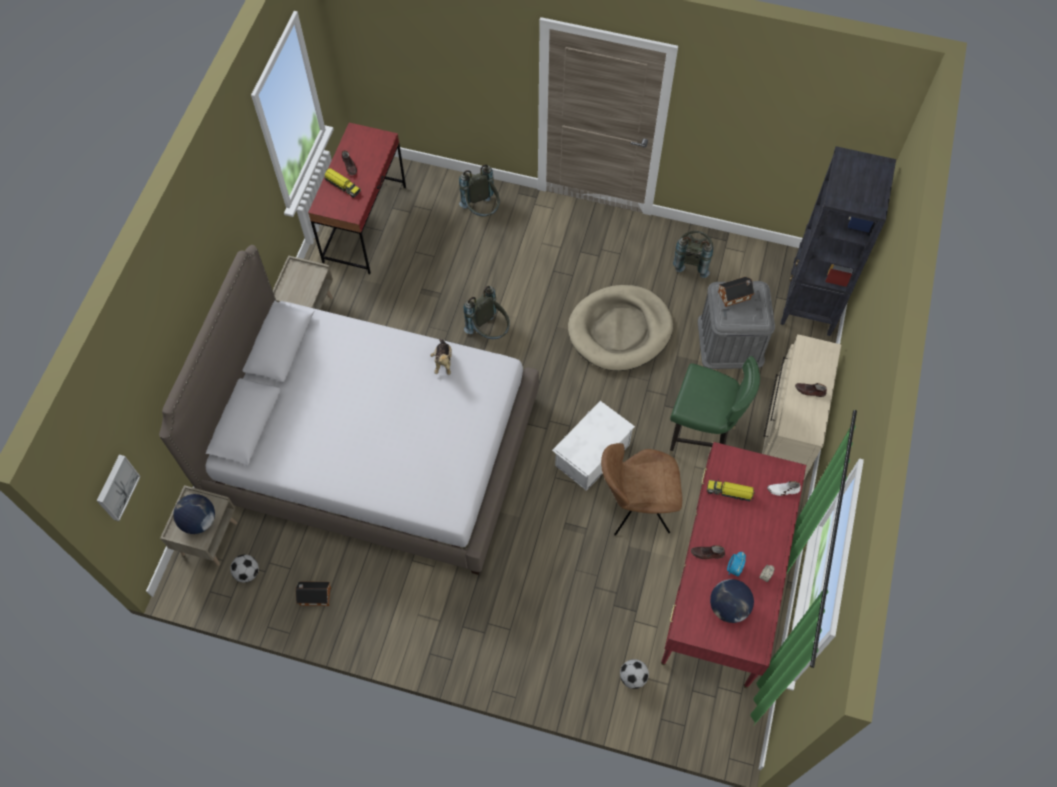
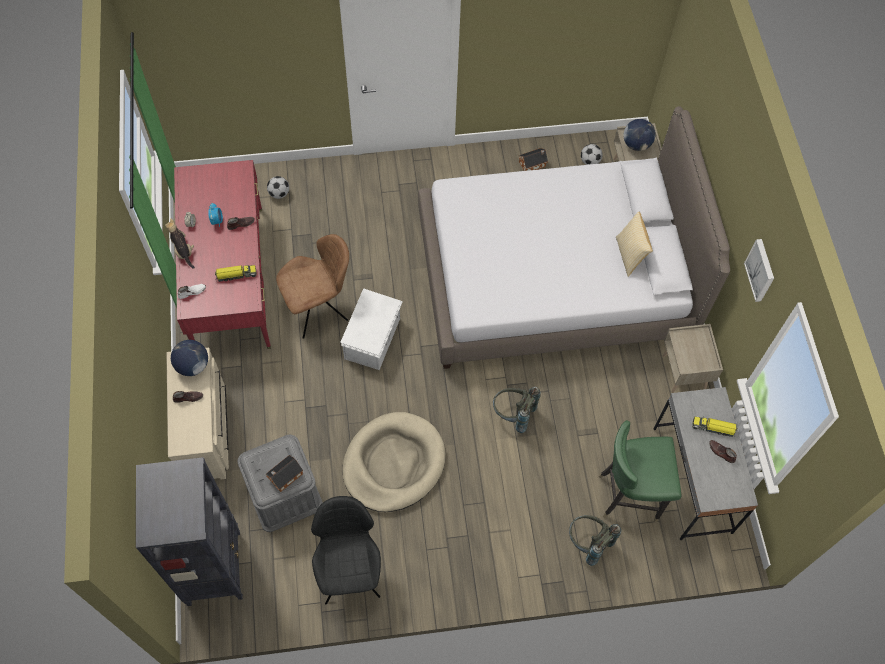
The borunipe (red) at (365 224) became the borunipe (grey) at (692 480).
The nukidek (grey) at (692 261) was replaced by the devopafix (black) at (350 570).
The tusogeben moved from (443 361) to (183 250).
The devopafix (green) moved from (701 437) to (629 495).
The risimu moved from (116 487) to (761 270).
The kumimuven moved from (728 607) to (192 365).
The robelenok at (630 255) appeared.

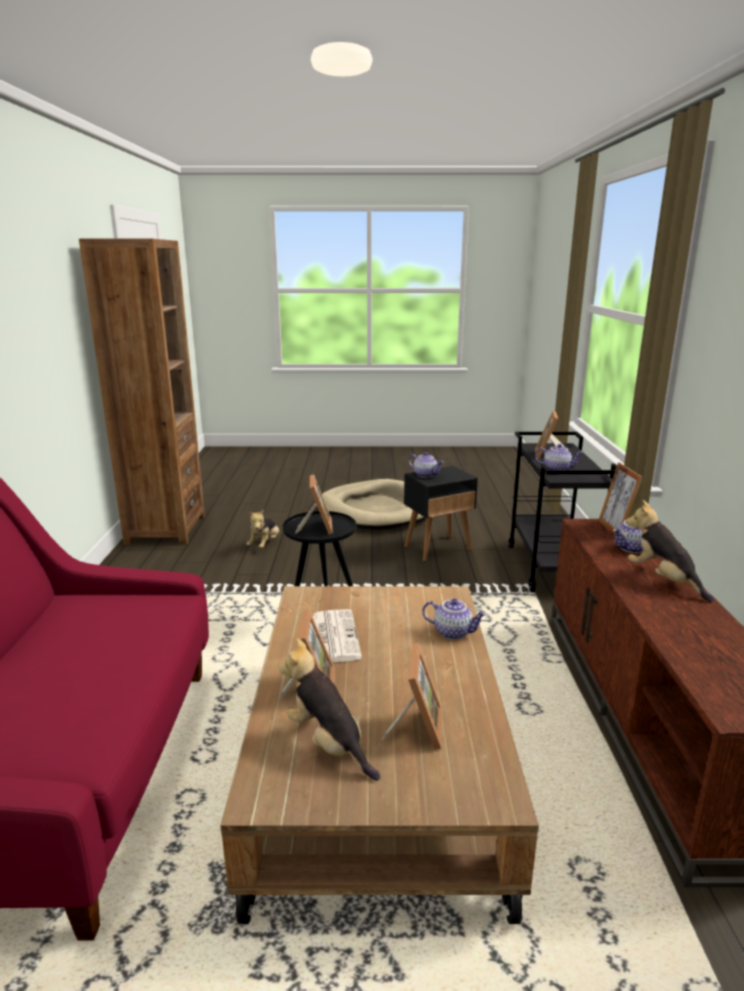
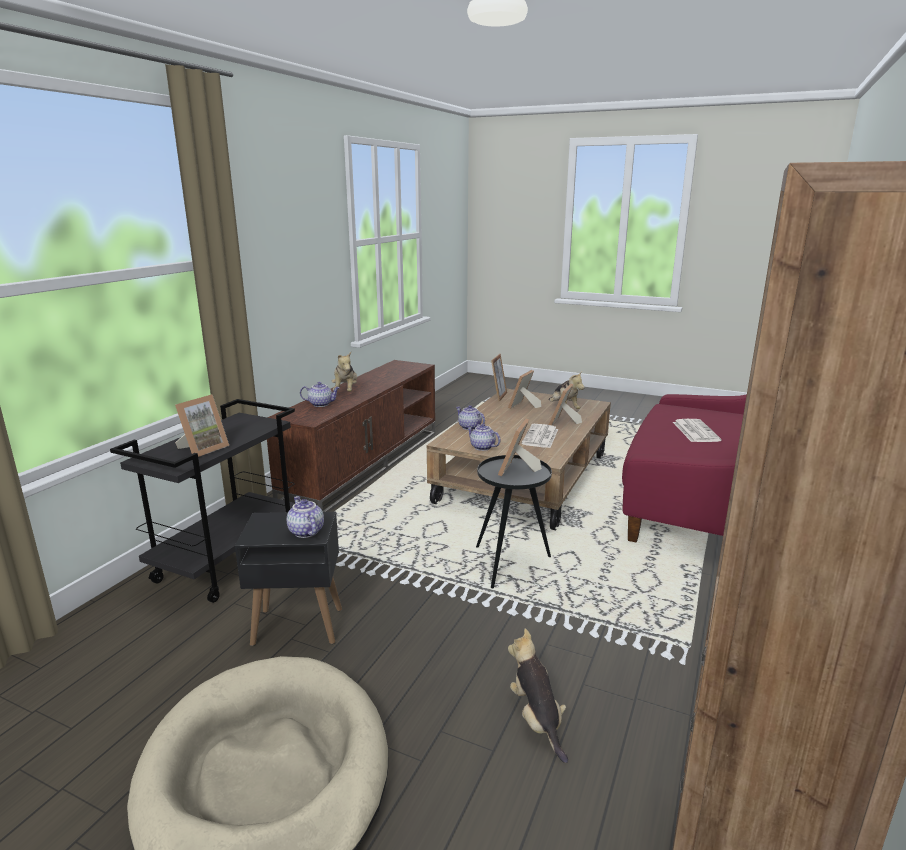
The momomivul moved from (557 469) to (482 447).
The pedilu moved from (615 529) to (498 396).
The tusogeben at (265 544) turned 60 degrees counterclockwise.
The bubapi at (695 431) appeared.

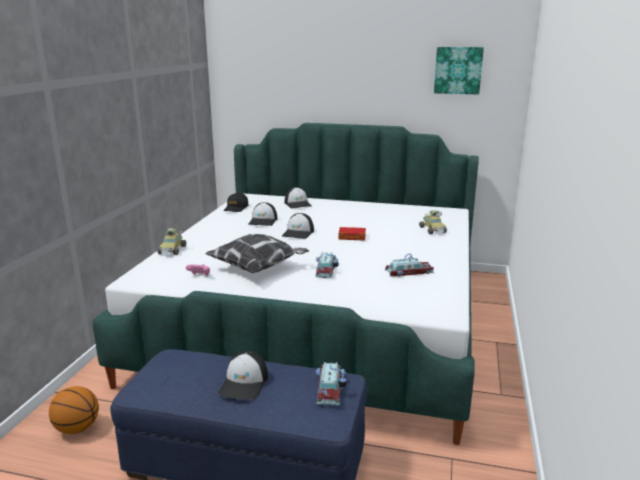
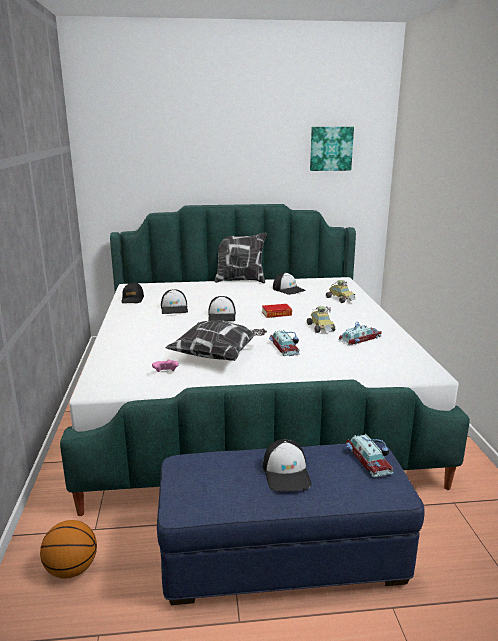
The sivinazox moved from (298 204) to (288 289).
The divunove moved from (172 250) to (321 328).
The robelenok at (239 280) appeared.

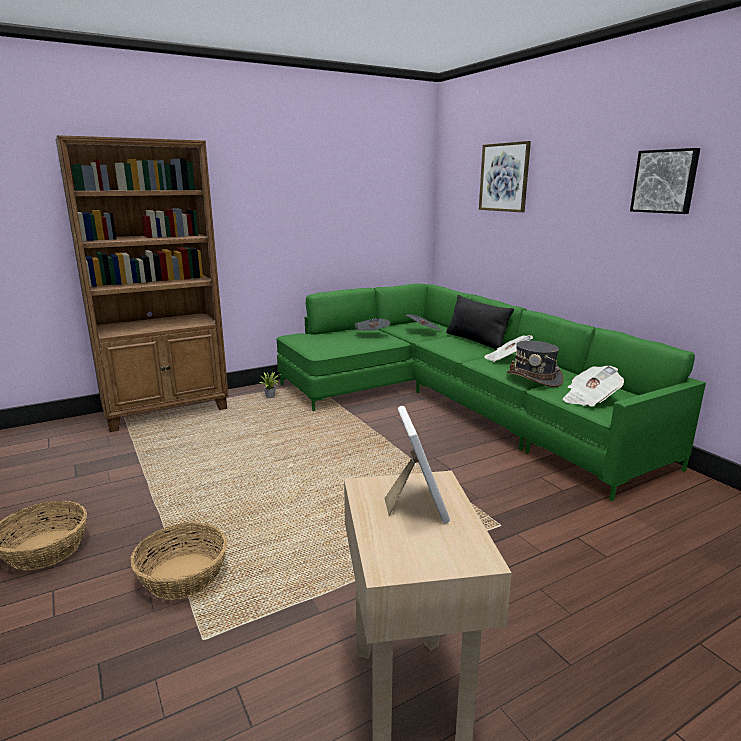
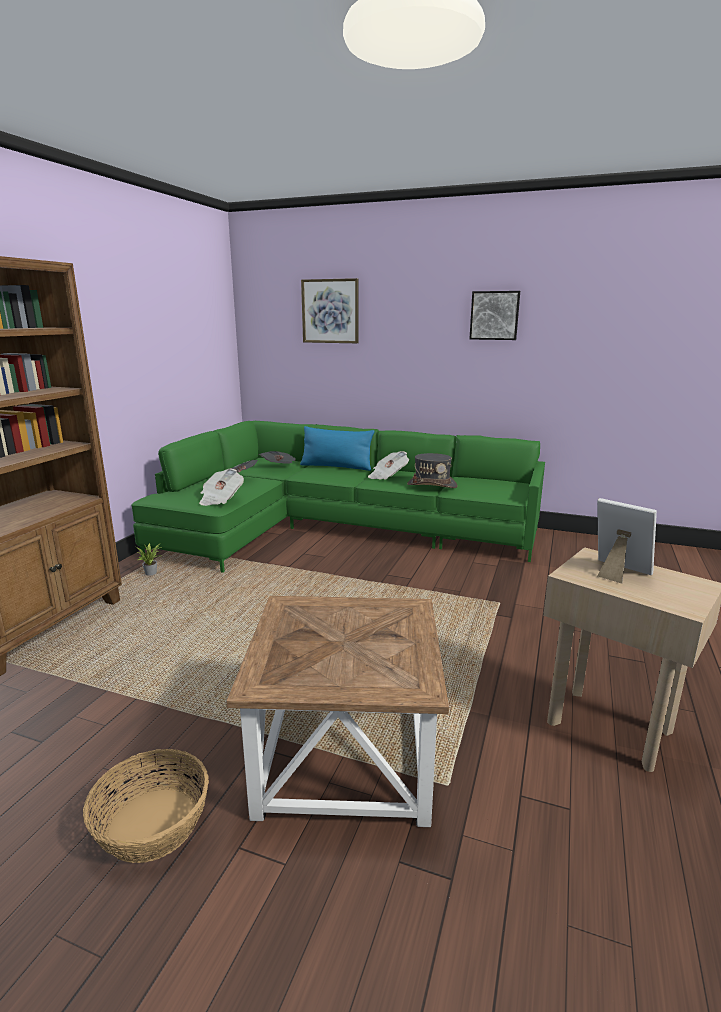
The robelenok (black) at (475 341) became the robelenok (blue) at (336 466).
The bubapi moved from (589 399) to (220 499).
The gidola at (184 576) was replaced by the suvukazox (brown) at (348 755).

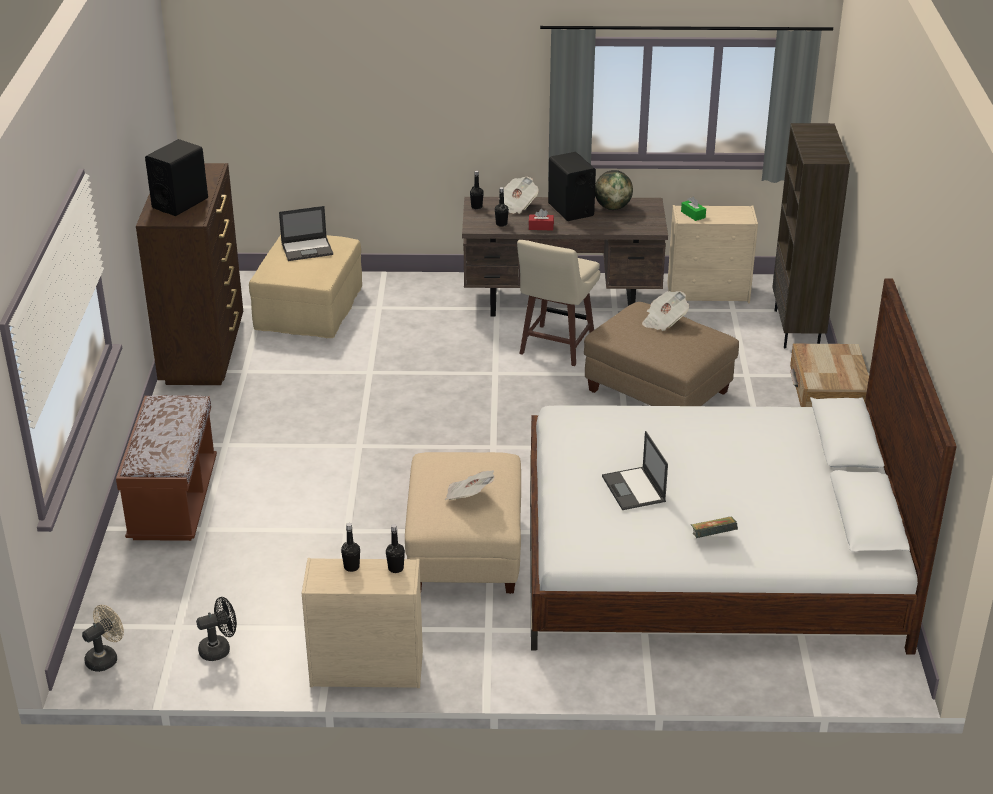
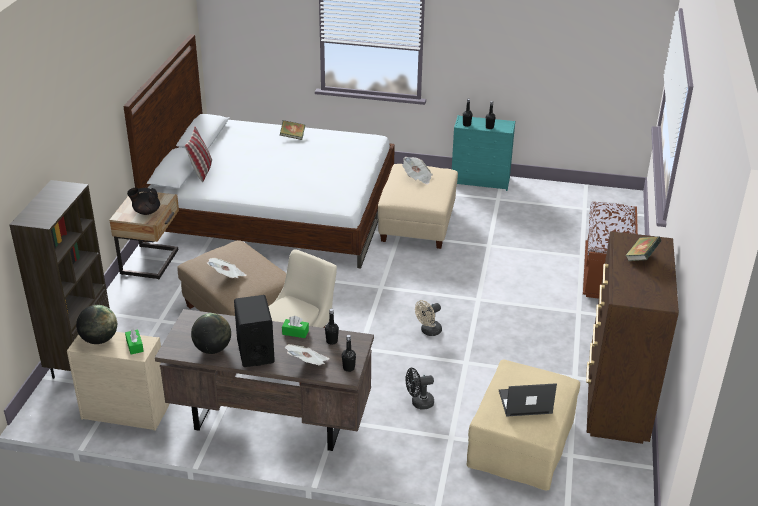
The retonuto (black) at (180 203) was replaced by the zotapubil at (641 257).
The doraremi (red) at (541 227) became the doraremi (green) at (295 332).
The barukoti at (634 489) disappeared.
The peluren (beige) at (365 669) became the peluren (turquoise) at (481 181).
The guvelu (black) moved from (219 649) to (419 403).
The guvelu (beige) moved from (106 658) to (428 331).
The robelenok at (201 171) appeared.
The momomivul (black) at (146 212) appeared.
The kumimuven at (99 340) appeared.

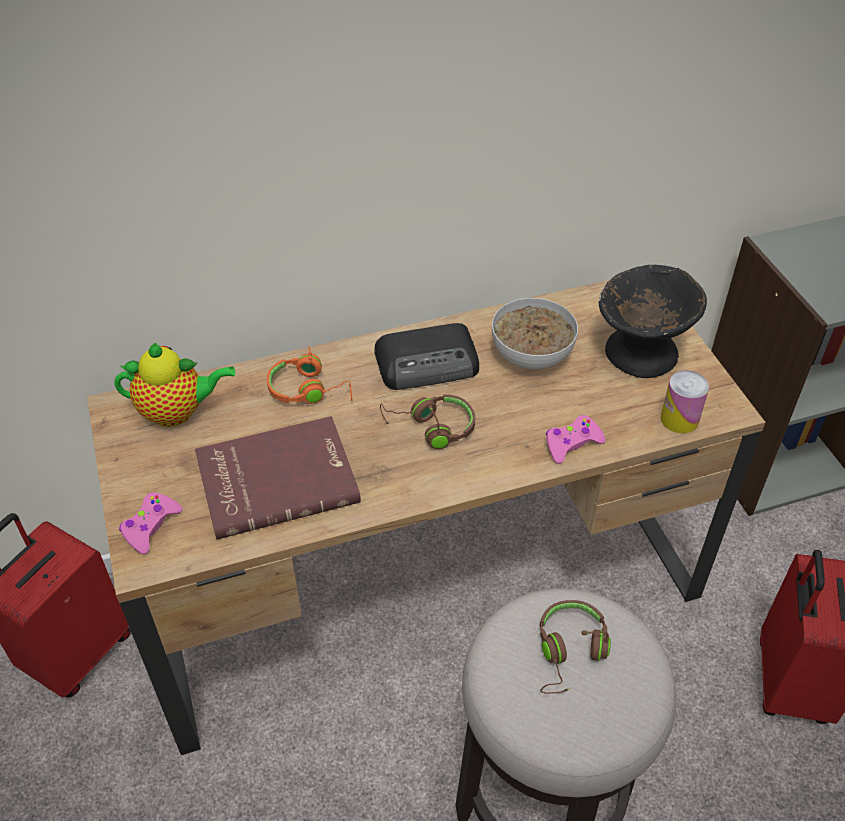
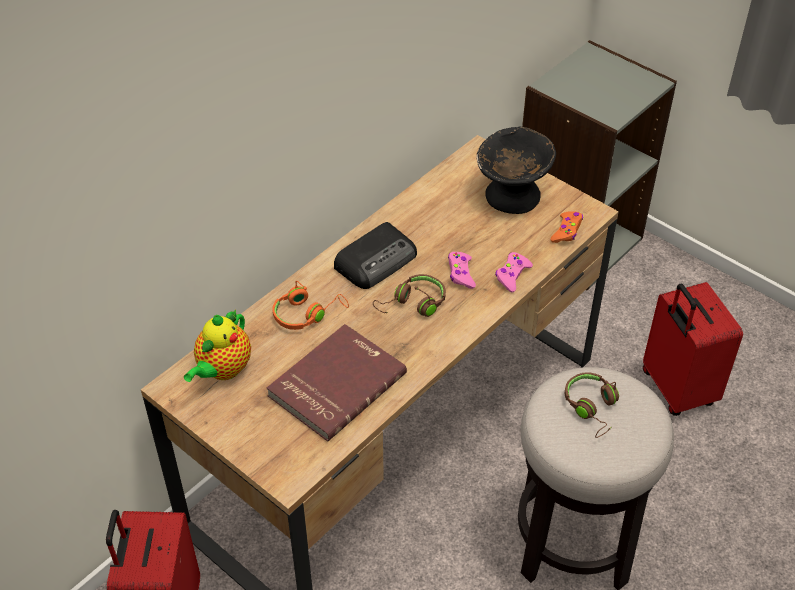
The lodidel at (530 354) disappeared.
The momomivul at (177 412) turned 150 degrees clockwise.
The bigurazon at (679 419) was replaced by the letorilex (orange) at (566 231).
The letorilex (pink) moved from (150 526) to (461 274).

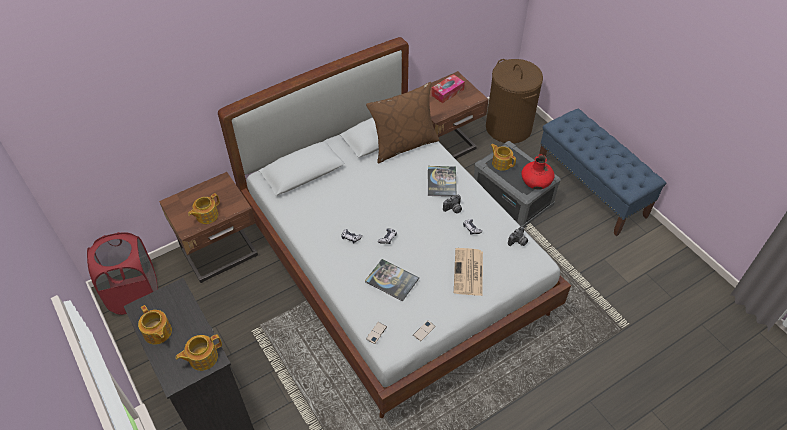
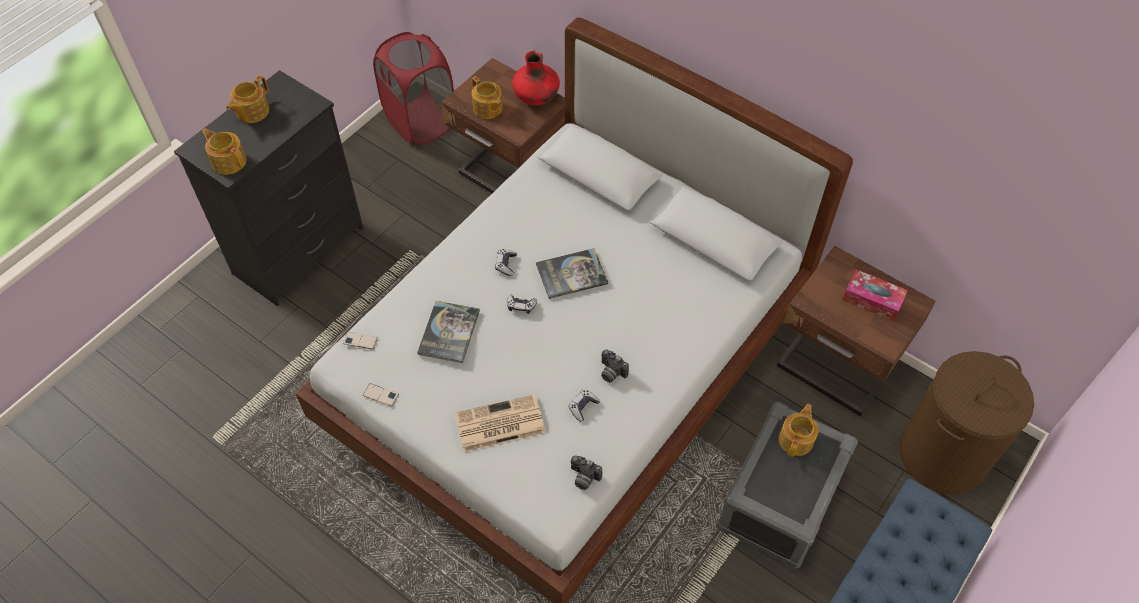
The robelenok (brown) at (403 144) disappeared.
The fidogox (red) moved from (536 183) to (536 98).
The zotapubil moved from (441 181) to (571 274).
The momomivul at (206 215) turned 150 degrees counterclockwise.

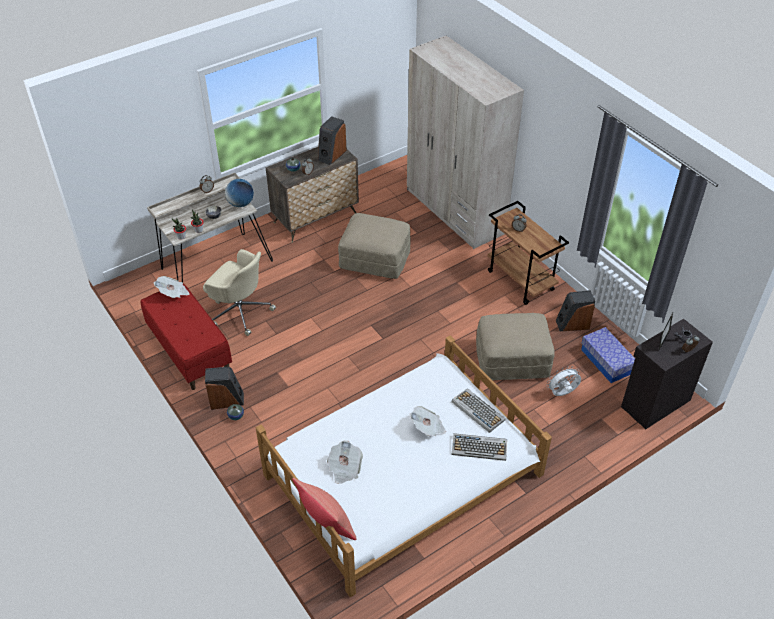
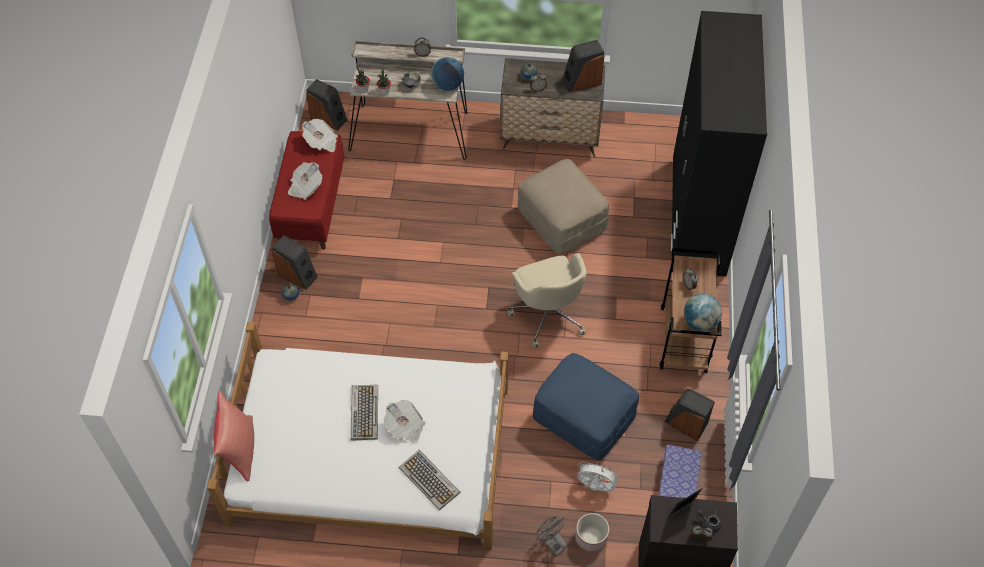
The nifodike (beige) at (455 211) became the nifodike (black) at (698 217).
The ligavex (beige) moved from (240 311) to (548 313).
The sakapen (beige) at (512 360) became the sakapen (blue) at (583 417).
The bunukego moved from (477 410) to (364 412).
The bubapi moved from (344 468) to (305 187).
The retonuto at (329 118) appeared.
The kumimuven at (700 322) appeared.
The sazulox at (591 538) appeared.
The guvelu (grey) at (551 542) appeared.

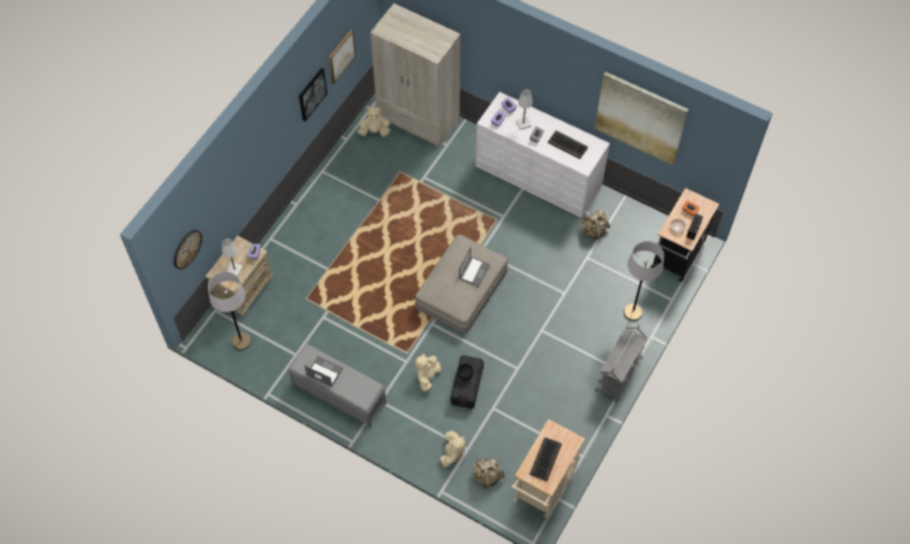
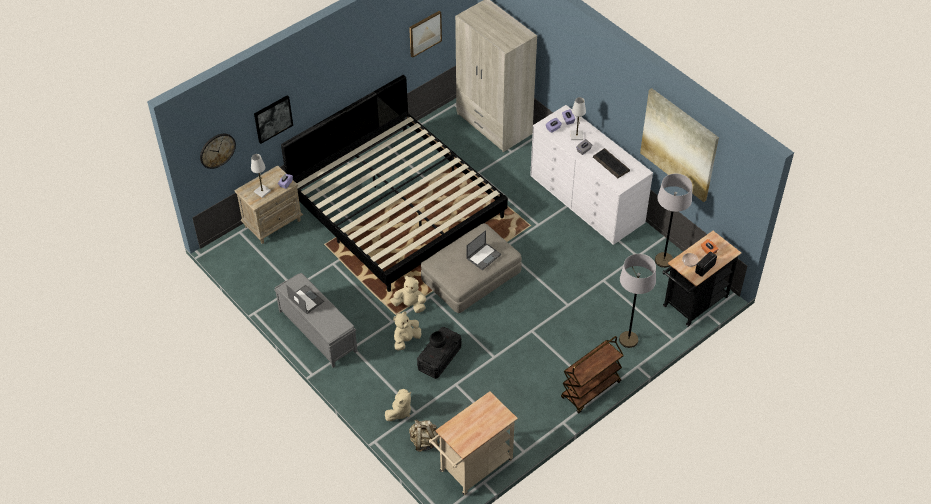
The risimu moved from (312 94) to (273 118).
The tusogeben (beige) moved from (374 131) to (410 305).
The nukidek (beige) at (593 231) disappeared.
The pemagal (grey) moved from (241 341) to (664 260).
The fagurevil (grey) at (618 375) became the fagurevil (brown) at (591 390).
The bunukego at (545 460) disappeared.
The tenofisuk at (397 207) appeared.

